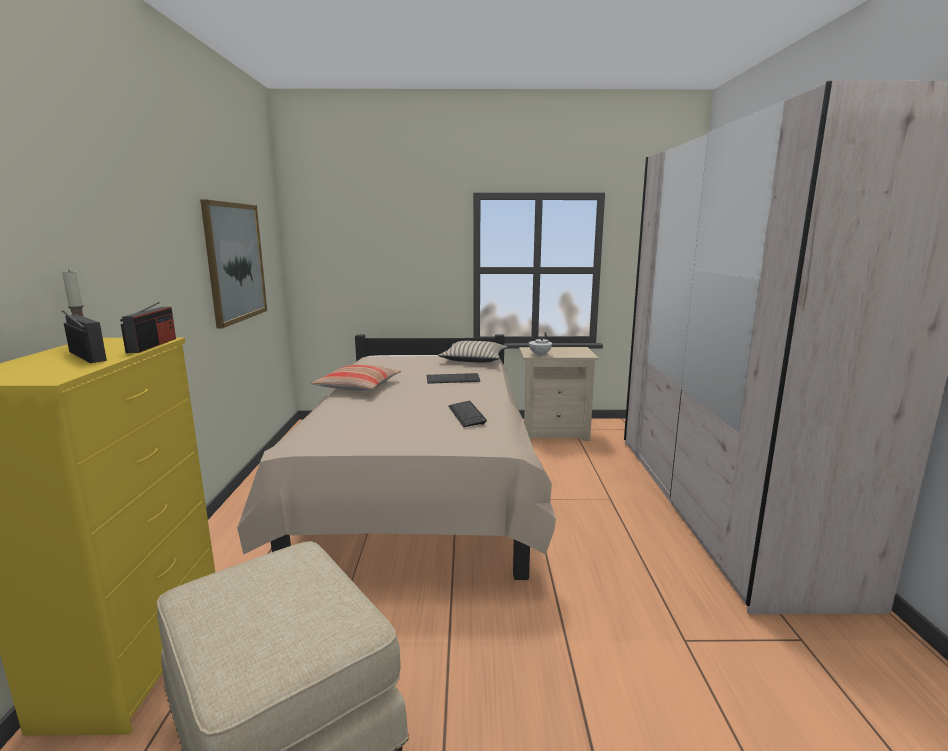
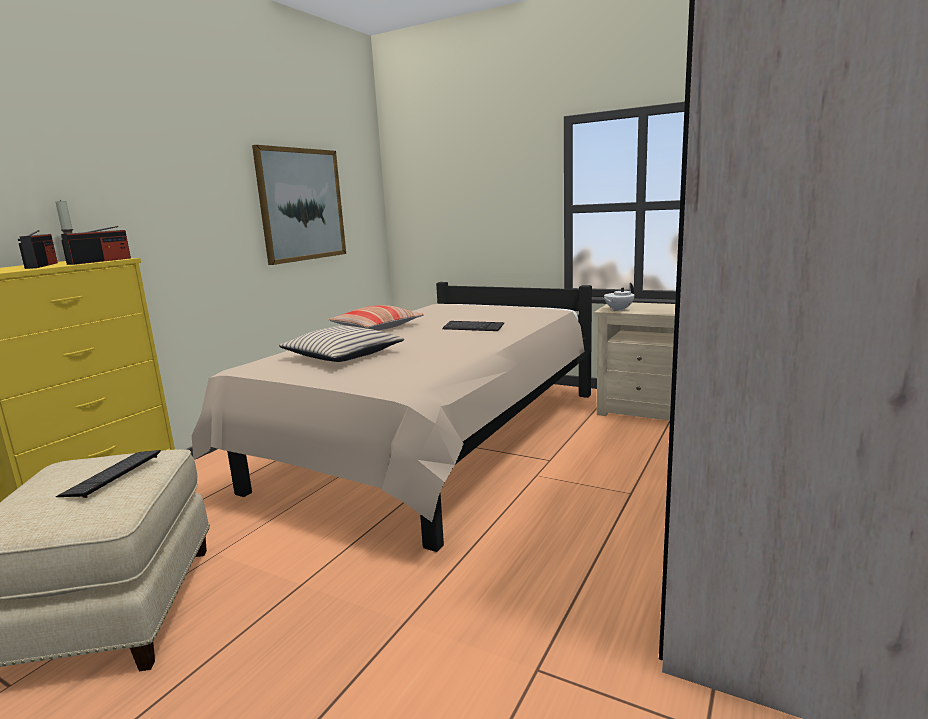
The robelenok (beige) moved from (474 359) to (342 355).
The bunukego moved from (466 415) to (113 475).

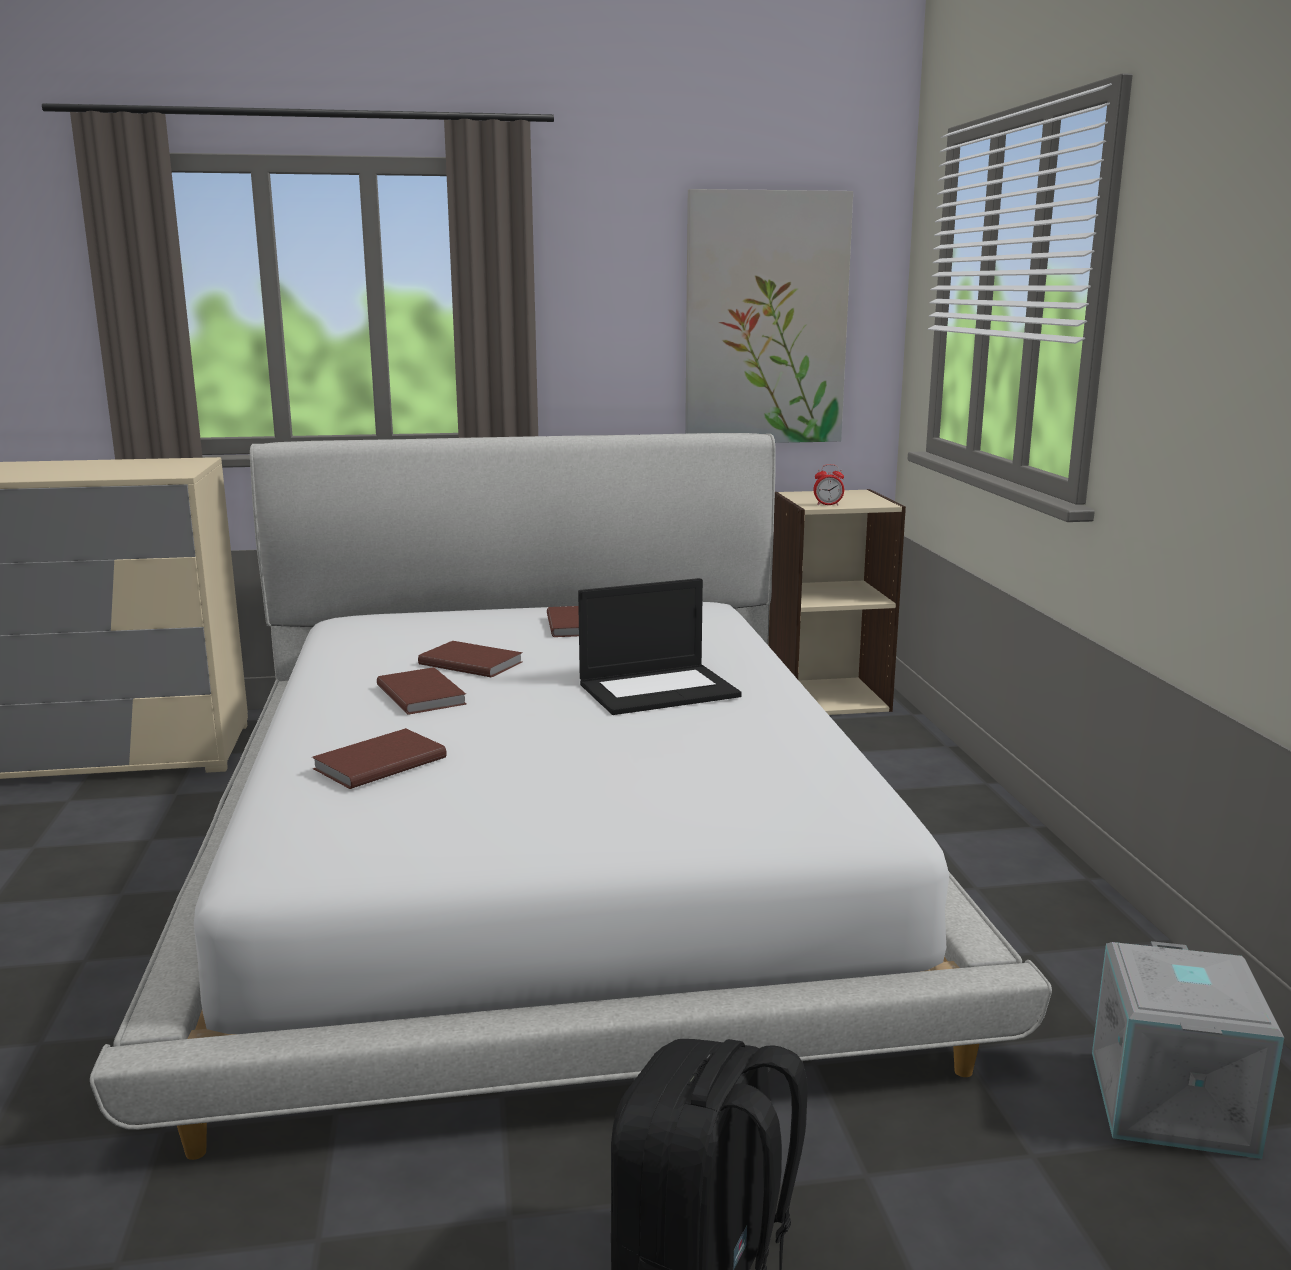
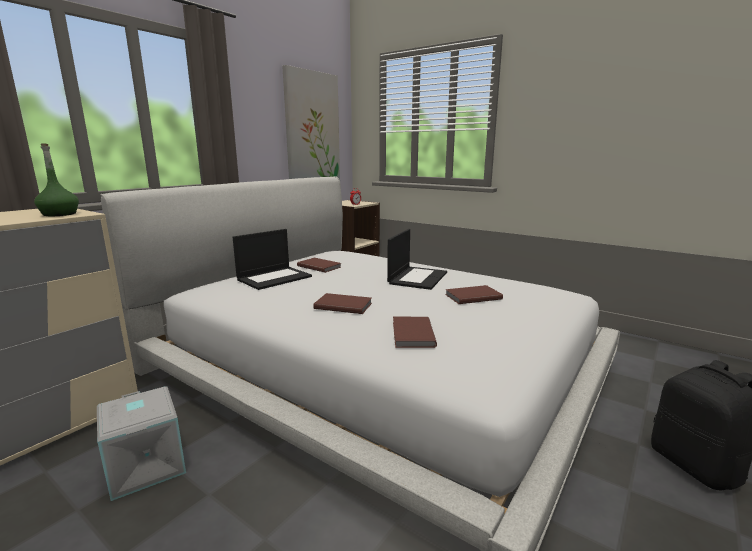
The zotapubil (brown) moved from (471 662) to (472 296).
The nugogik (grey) moved from (1175 1103) to (148 465).
The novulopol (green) at (59 214) appeared.
The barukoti at (274 278) appeared.

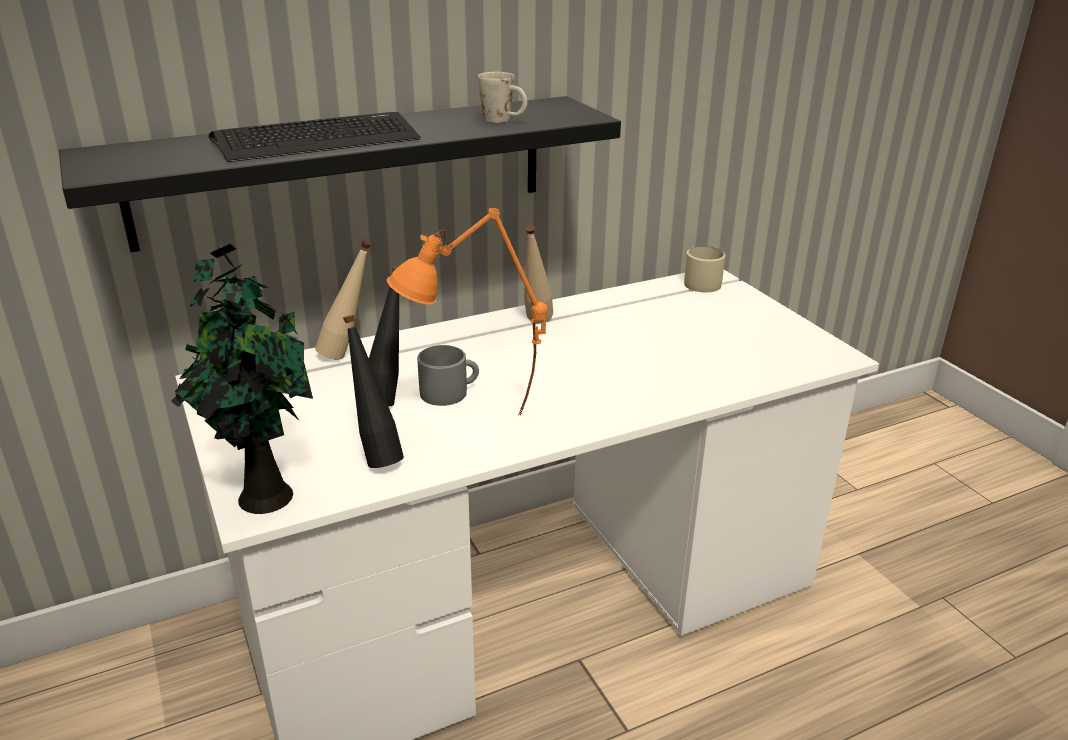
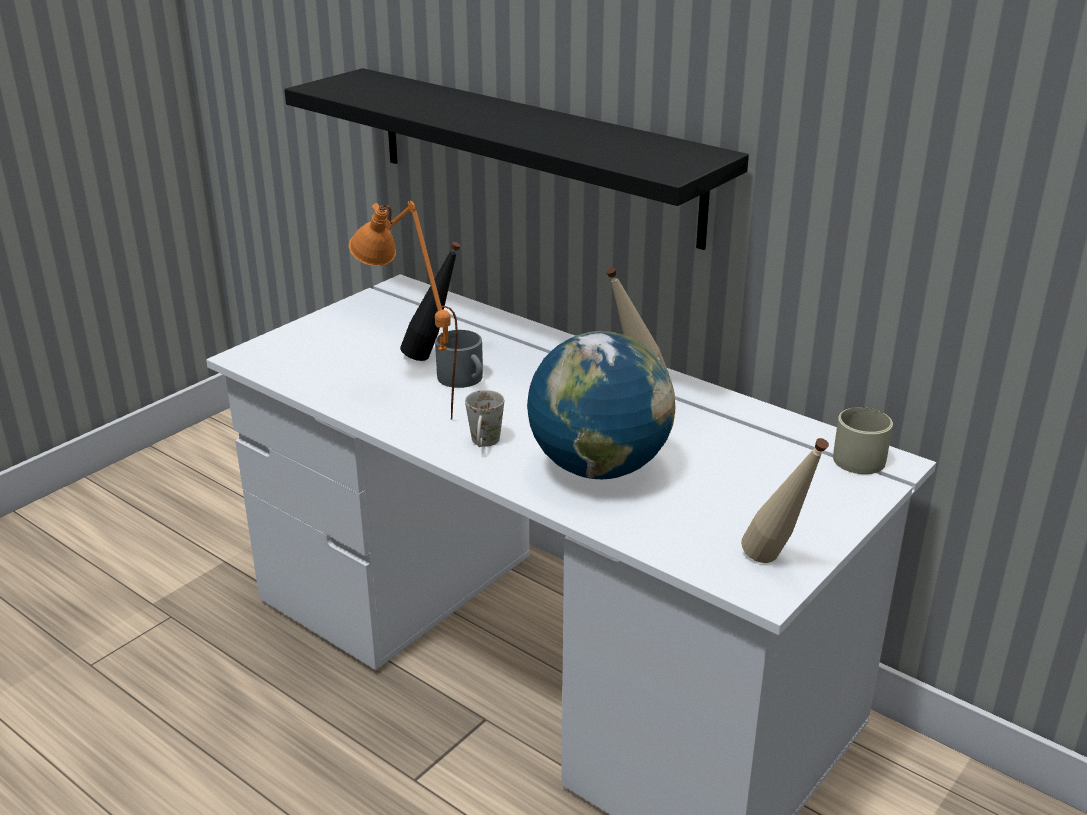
The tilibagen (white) moved from (504 121) to (484 444).
The bunukego at (317 140) disappeared.
The novulopol (beige) moved from (348 355) to (776 564).
The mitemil at (263 494) disappeared.
The novulopol (black) at (376 456) disappeared.
The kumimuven at (599 468) appeared.

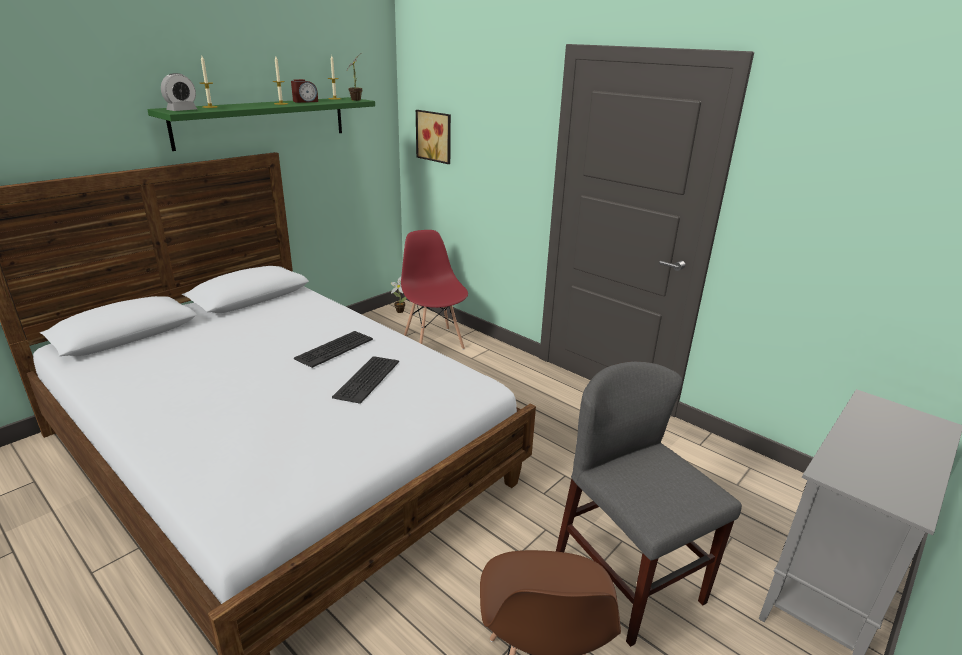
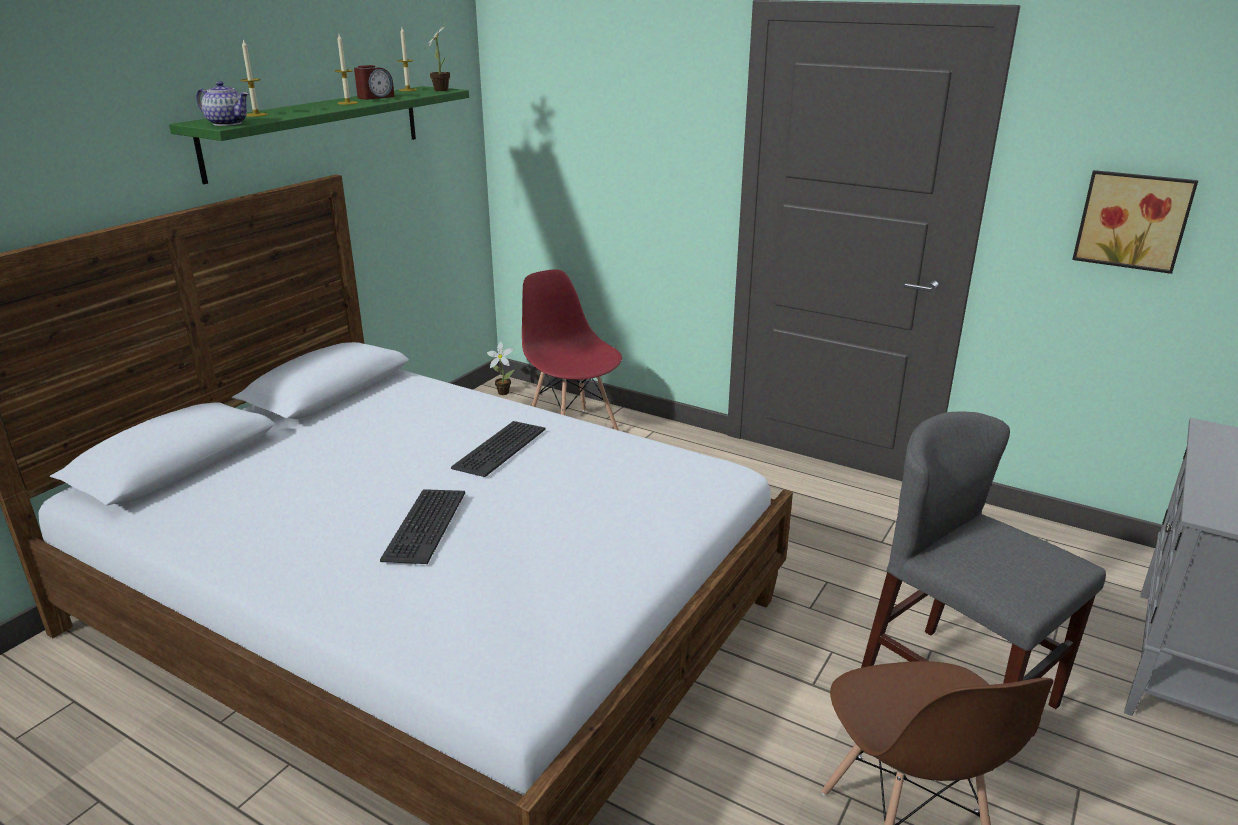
The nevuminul at (182 110) was replaced by the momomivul at (227 123).
The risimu moved from (435 136) to (1133 220).
The bunukego moved from (366 379) to (424 526).

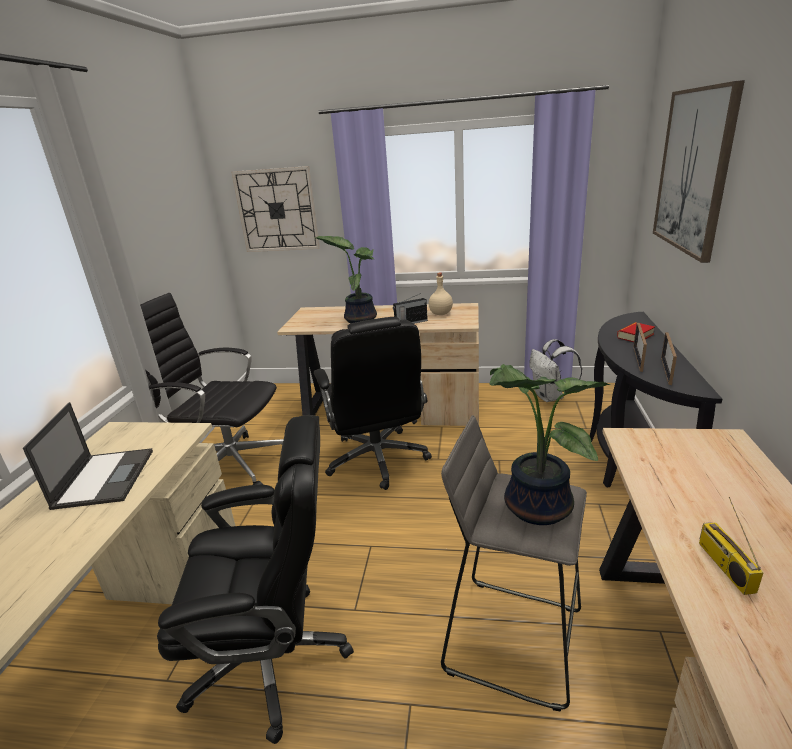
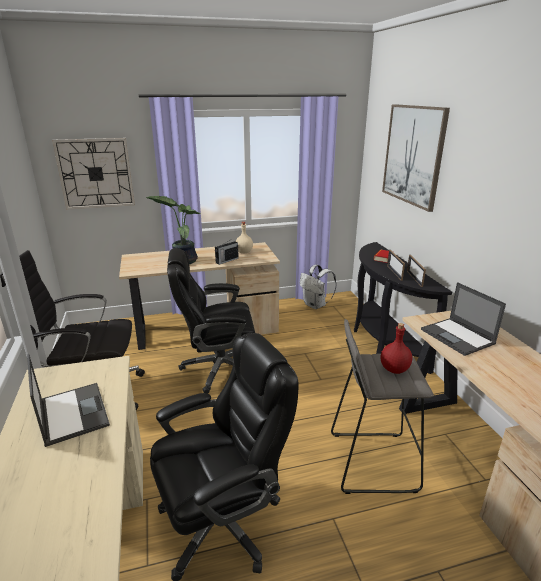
The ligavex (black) at (378 459) turned 120 degrees clockwise.
The mitemil at (533 506) was replaced by the novulopol (red) at (394 369).
The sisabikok at (724 565) disappeared.
The barukoti at (458 337) appeared.

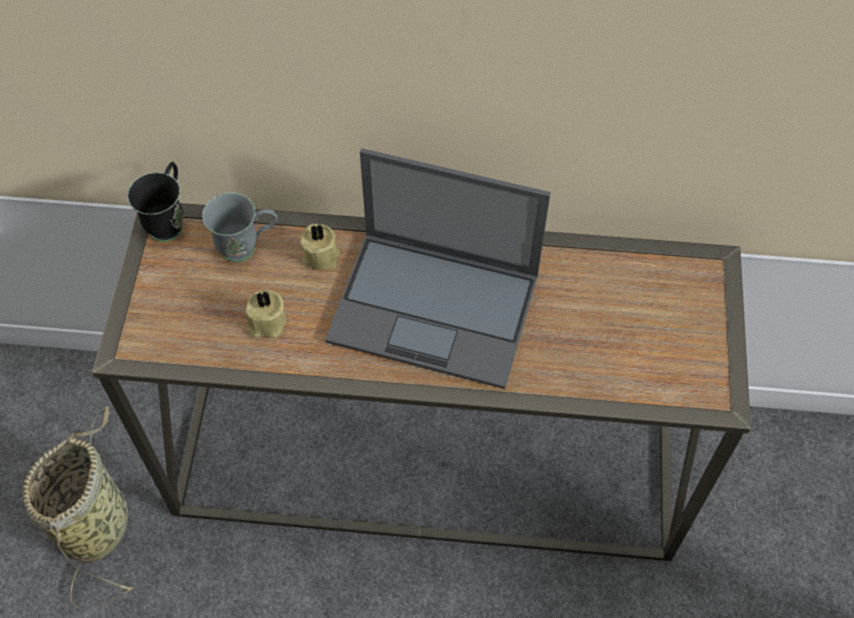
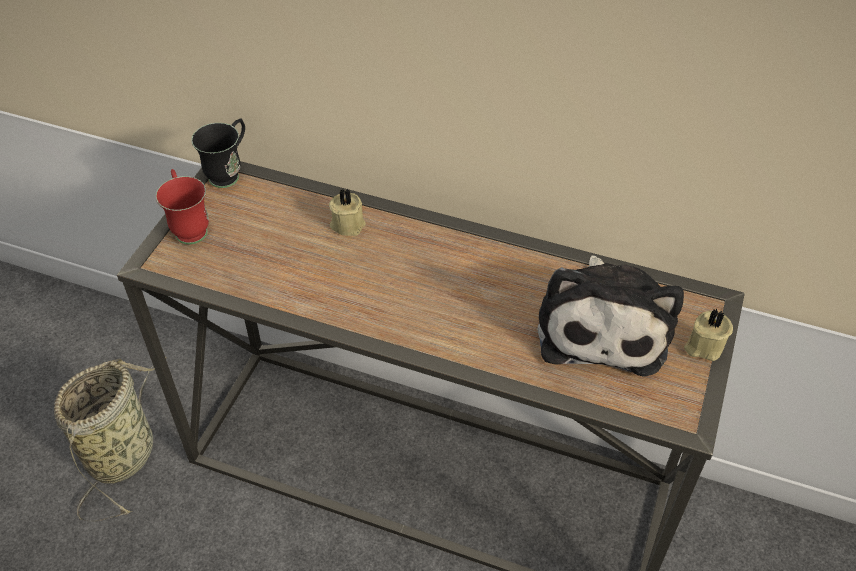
The barukoti at (436 308) disappeared.
The tilibagen (grey) at (247 247) disappeared.
The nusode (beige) moved from (266 323) to (703 346).
The tilibagen (red) at (189 227) appeared.
The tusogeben at (602 325) appeared.

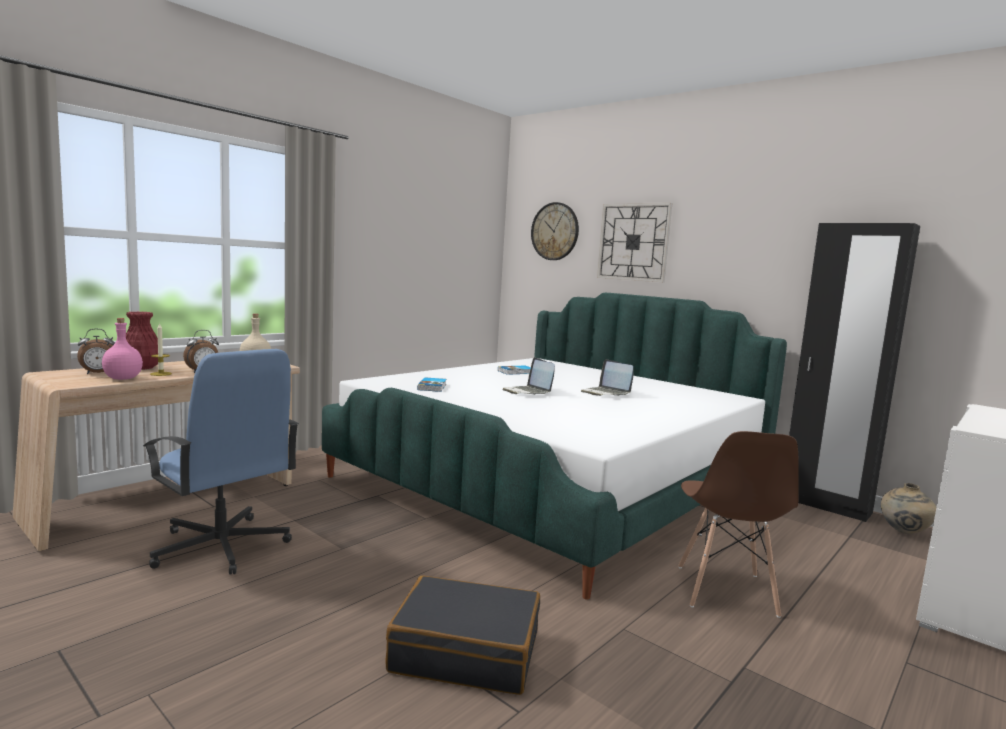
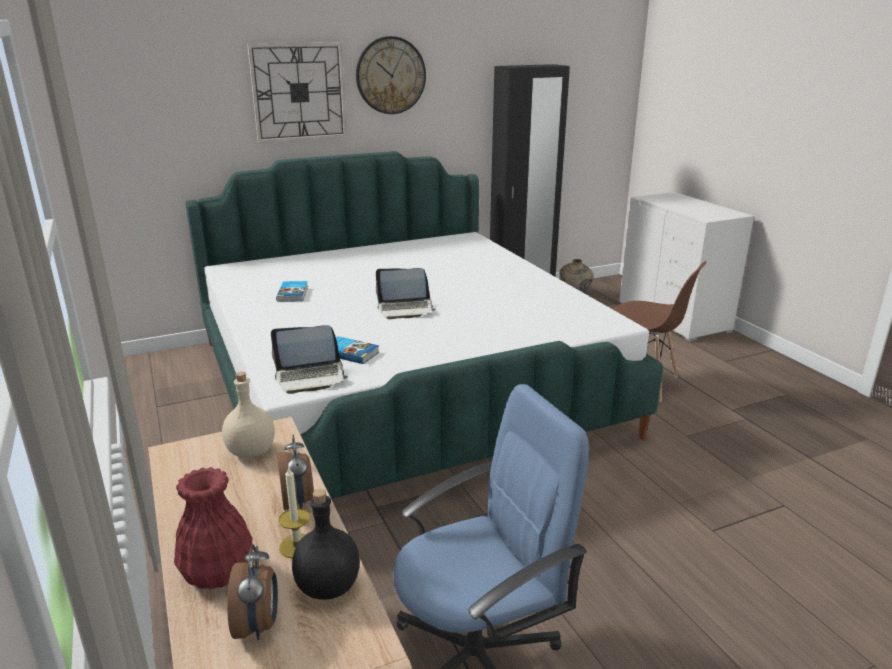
The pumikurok moved from (555 231) to (390 75).
The novulopol (pink) at (123 378) became the novulopol (black) at (327 586).
The barukoti moved from (606 393) to (310 377).
The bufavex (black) at (466 651) disappeared.

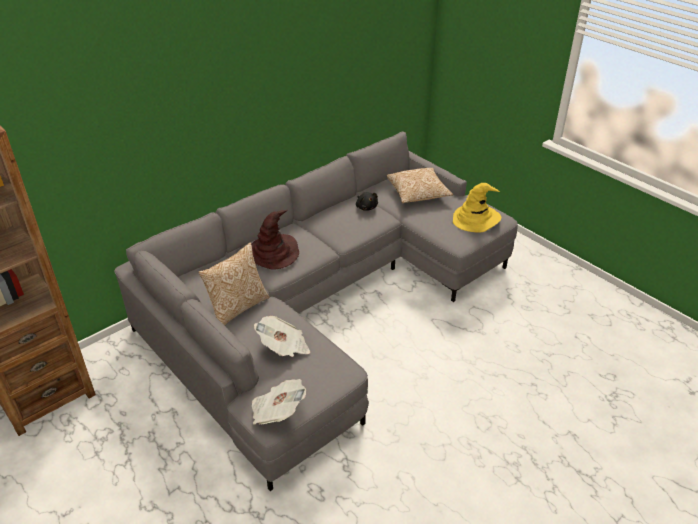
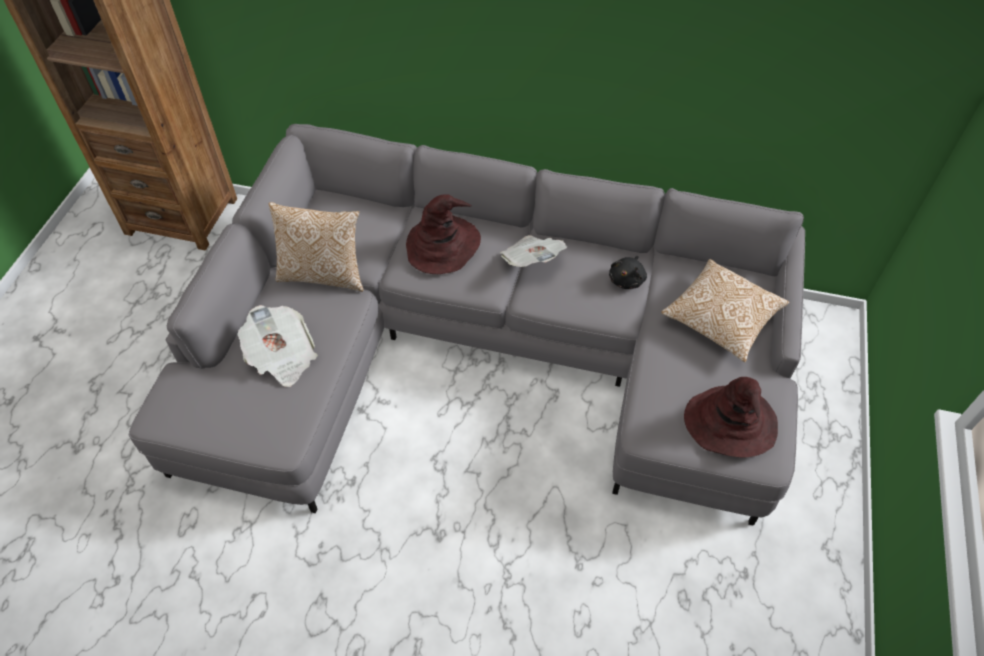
The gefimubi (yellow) at (476 219) became the gefimubi (brown) at (730 423).
The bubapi moved from (277 411) to (532 261).

